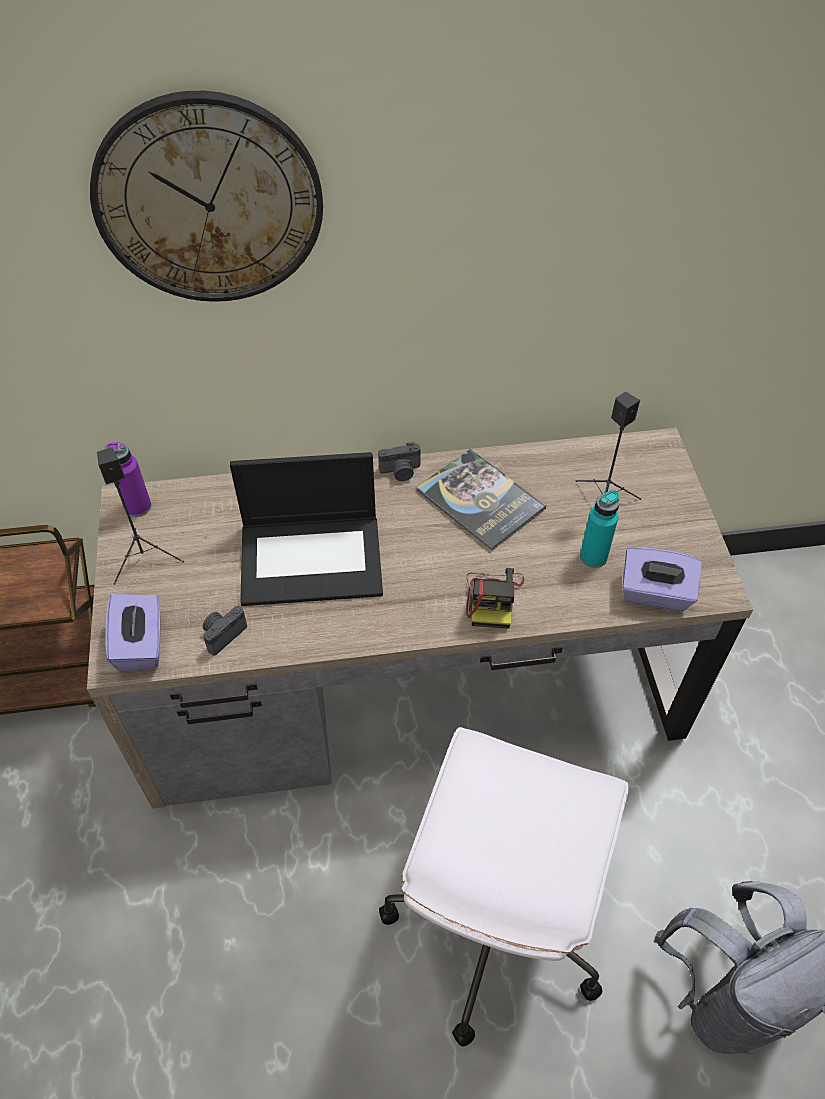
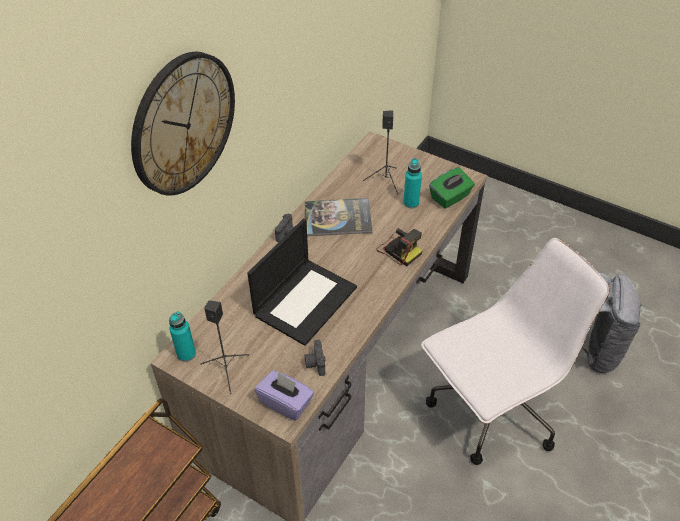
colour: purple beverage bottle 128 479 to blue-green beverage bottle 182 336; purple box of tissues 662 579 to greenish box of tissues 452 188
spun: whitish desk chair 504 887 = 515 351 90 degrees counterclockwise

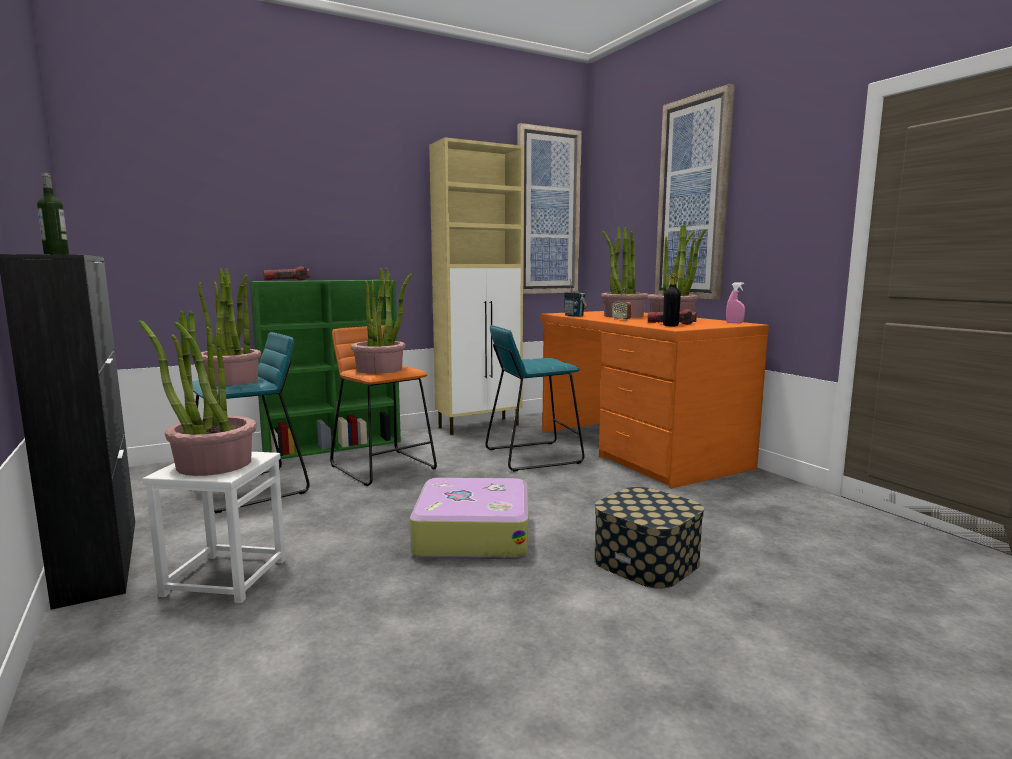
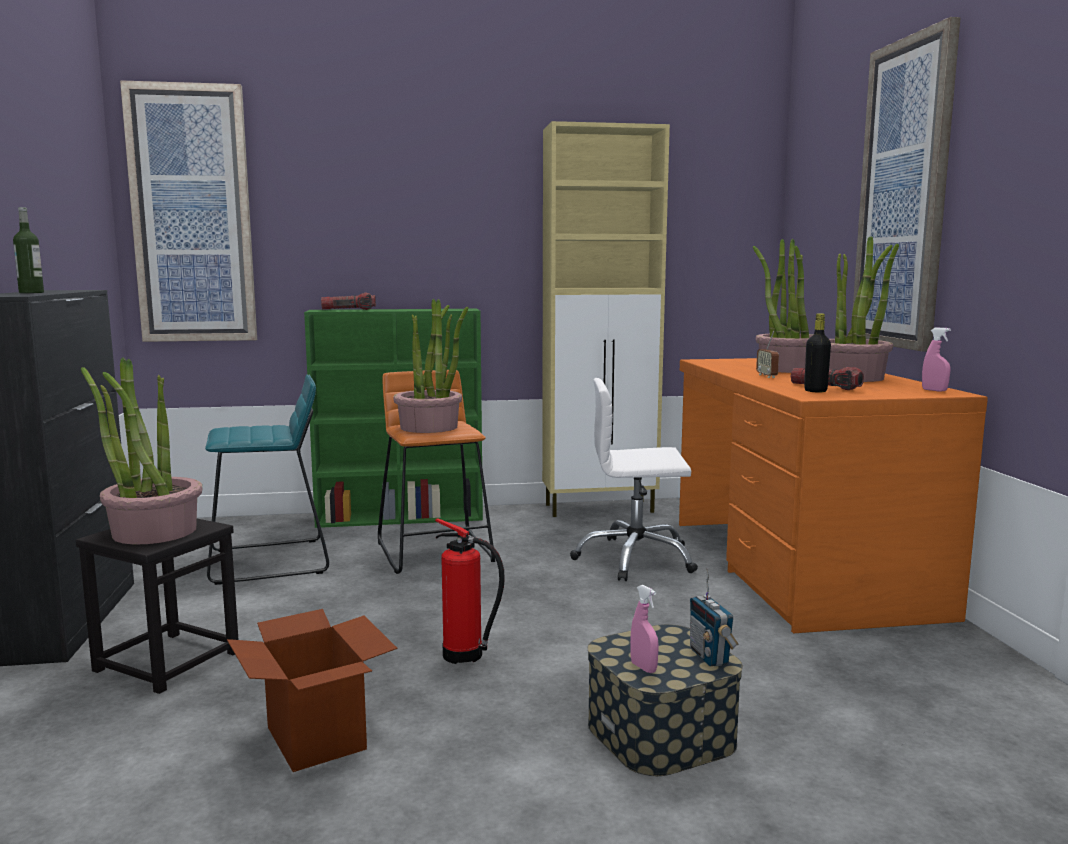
missing: potted plant 229 327
appeared: cardboard box 312 690; pink-coloured spray bottle 644 629
relocated: wall art 549 208 to 188 211; radio 575 298 to 714 617
exchanged: travel case 469 518 to extinguisher 470 591; blue-green stool 535 398 to whitish desk chair 634 479
colour: whitish stool 214 527 to black-coloured stool 157 606

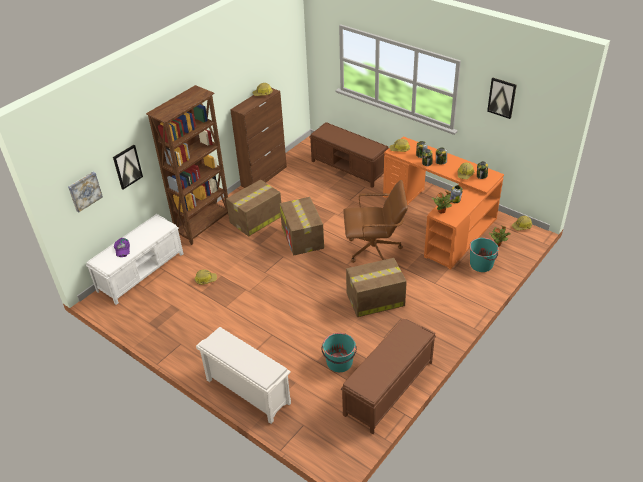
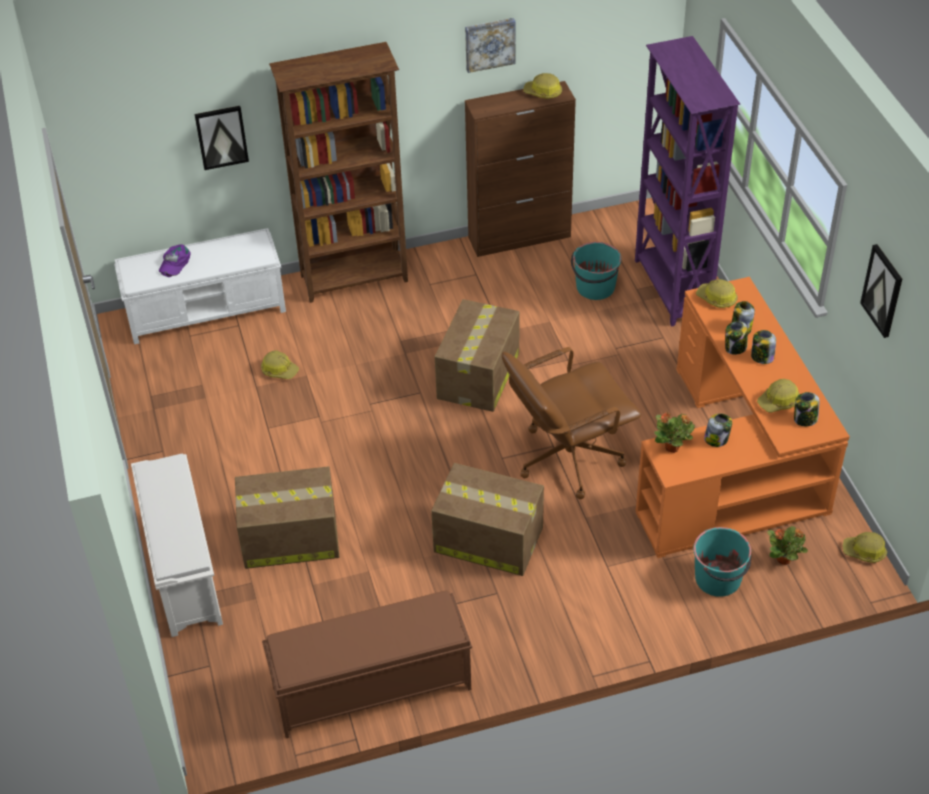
relocated: wall art 85 192 to 490 45; cardboard box 253 208 to 287 517; blue-green water bucket 339 352 to 596 271
exchanged: brownish bench 349 155 to purple shelving unit 687 181
spun: brownish desk chair 375 221 = 571 423 120 degrees clockwise

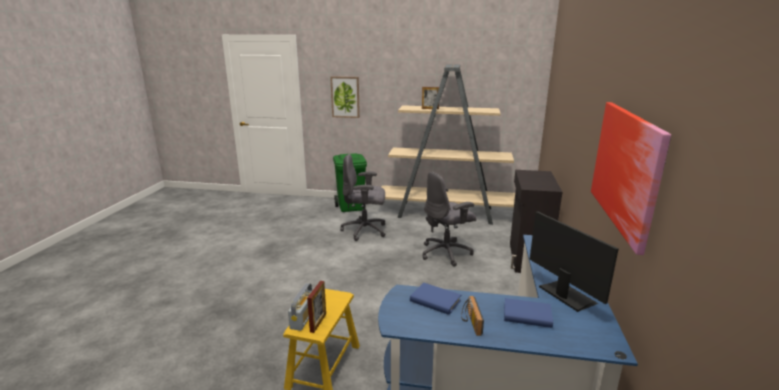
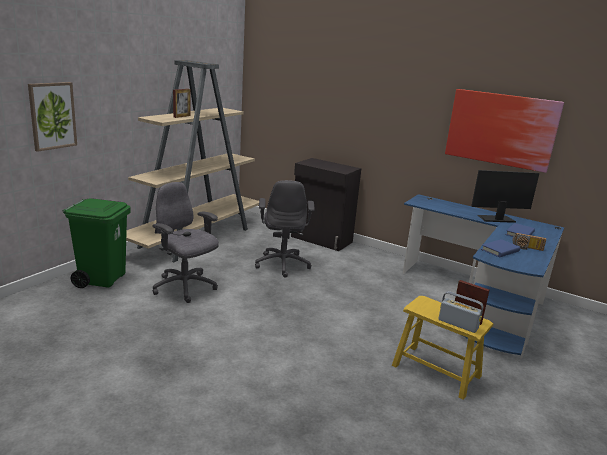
spun: gray desk chair 363 197 = 185 242 105 degrees clockwise

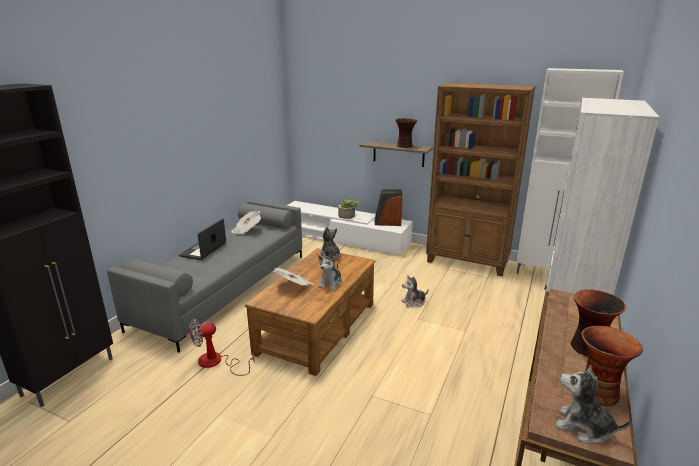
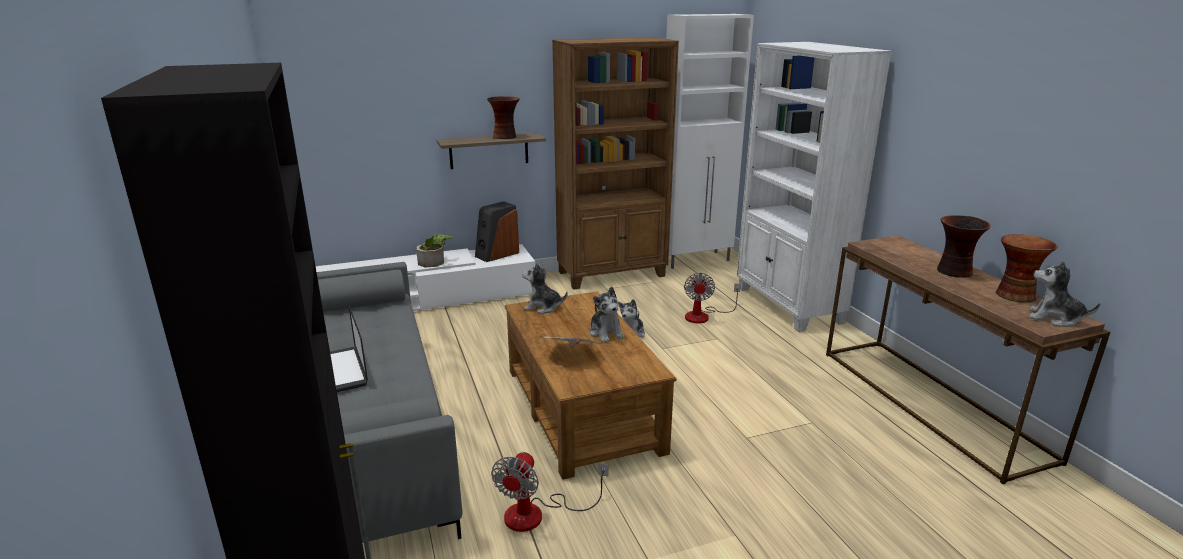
missing: daily paper 246 222
appeared: cooling fan 712 298
spun: cuddly toy 593 404 = 1064 294 45 degrees clockwise

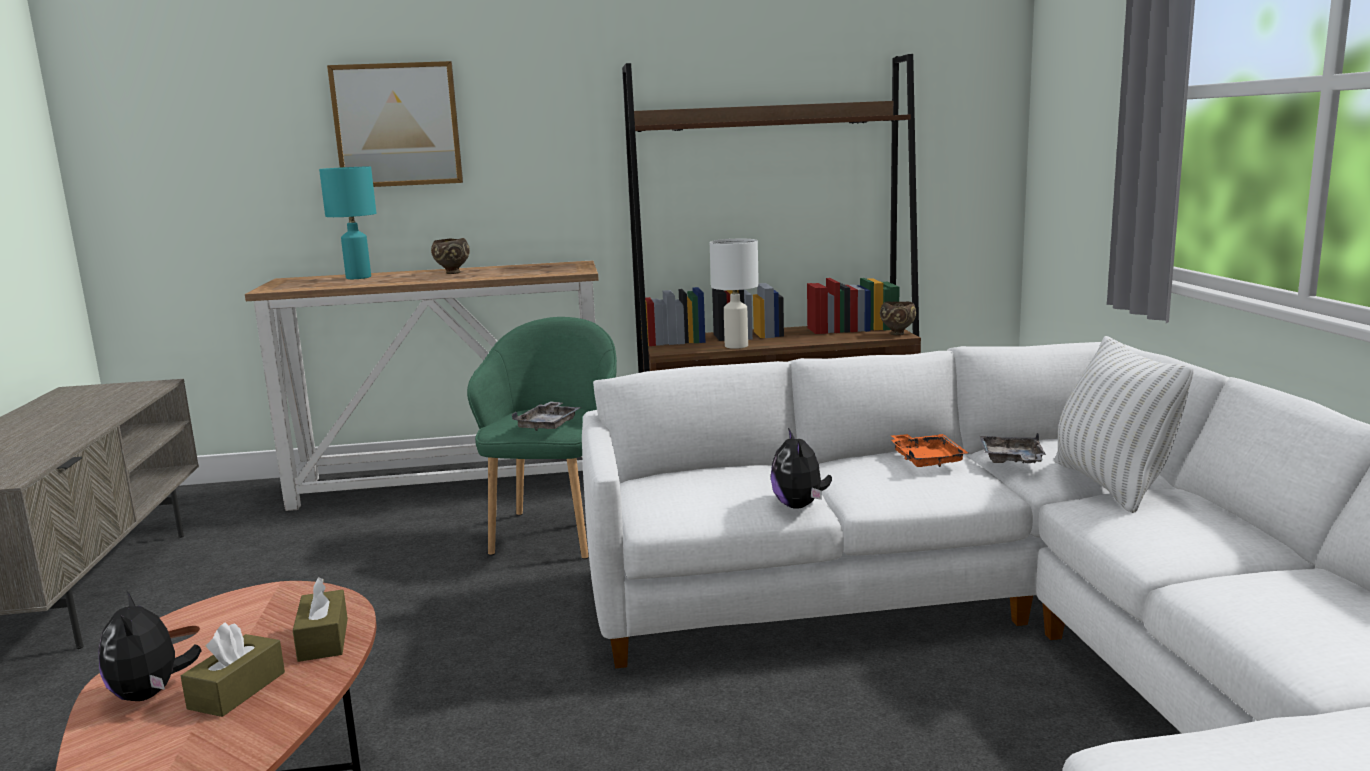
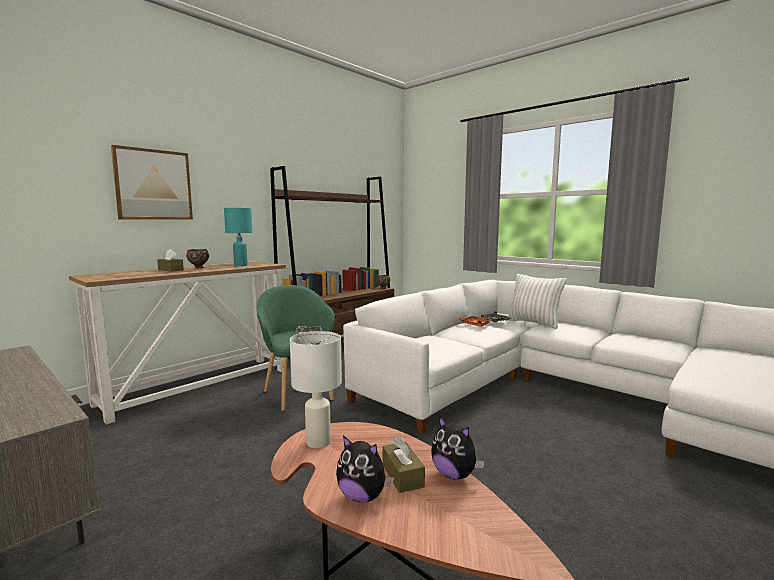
relocated: brownish box of tissues 320 619 to 170 260; blue-green table lamp 347 222 to 238 237; whitish table lamp 734 294 to 316 389; cuddly toy 801 468 to 458 448

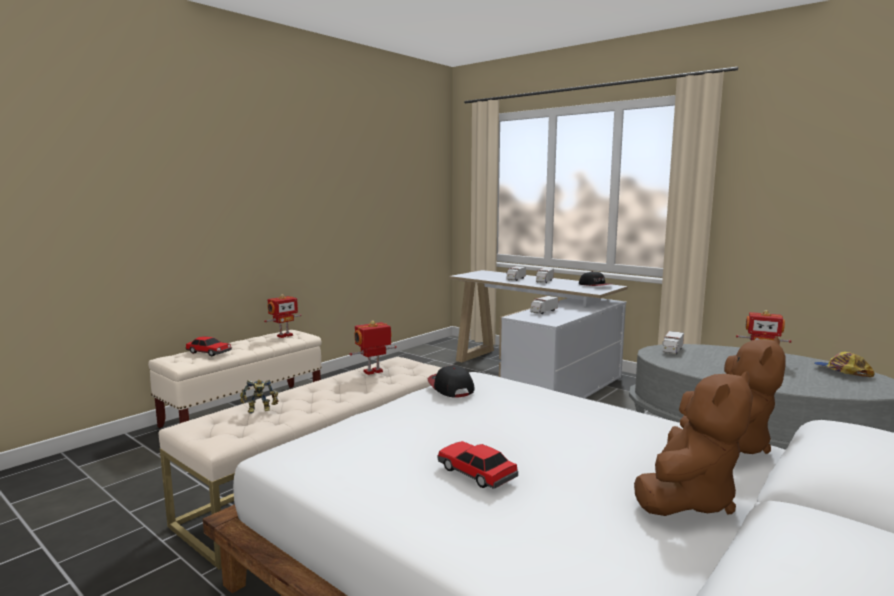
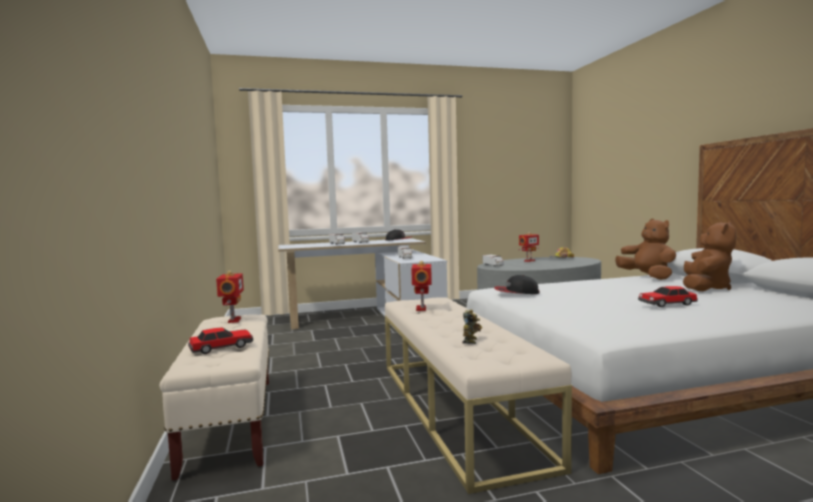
spun: brownish cuddly toy 693 443 = 709 256 45 degrees clockwise

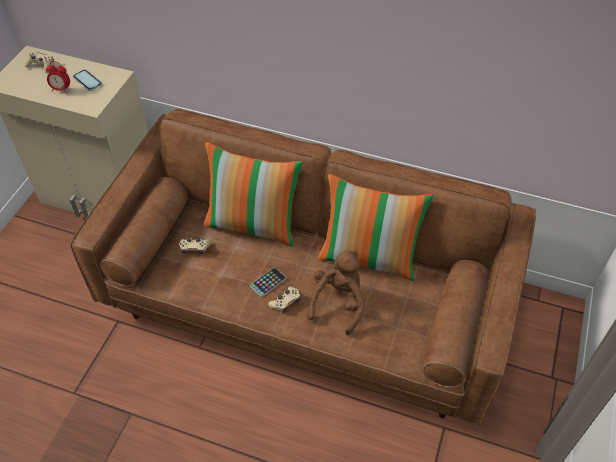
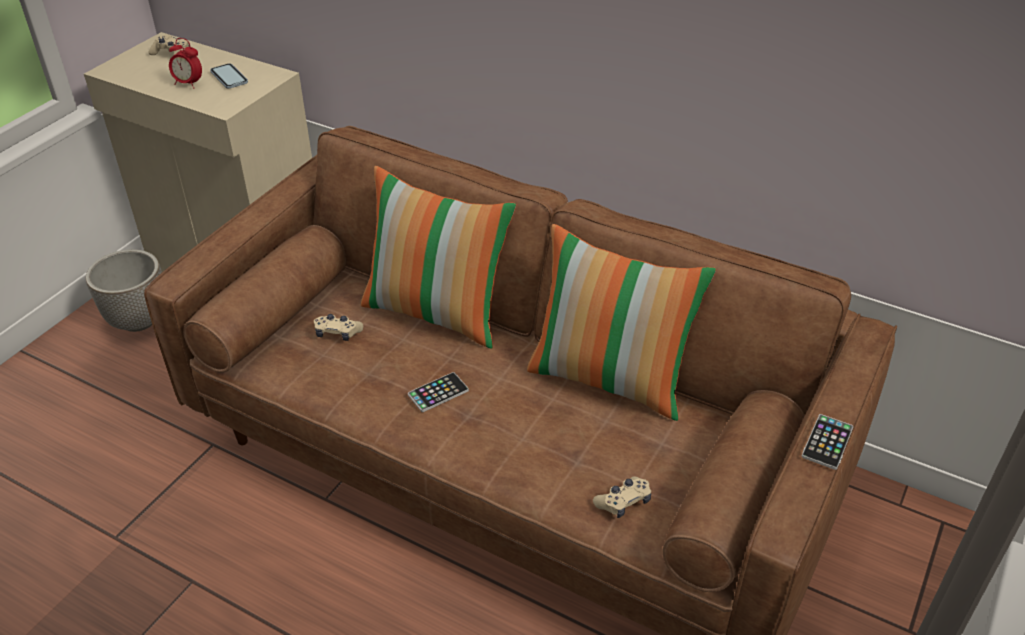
missing: brownish cuddly toy 336 293
appeared: planter 124 290; telephone 827 442
relocated: sand-coloured gamepad 284 300 to 622 497

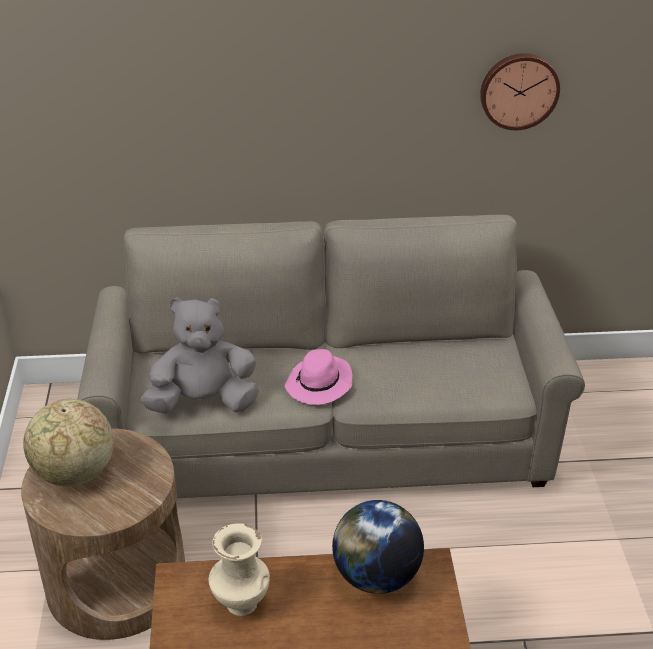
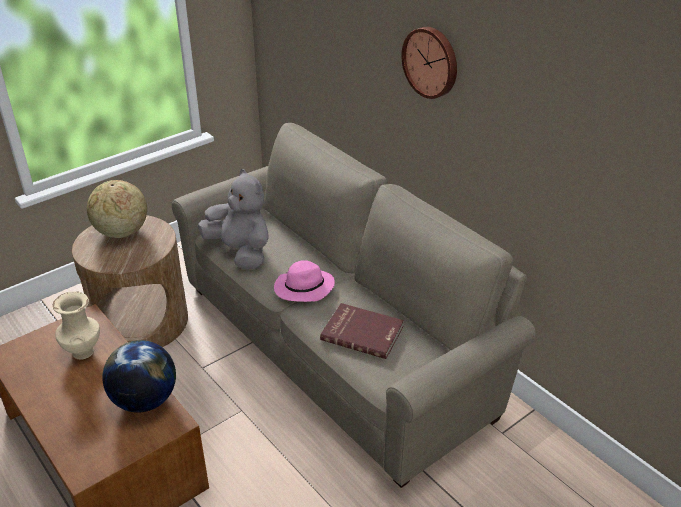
appeared: red-coloured volume 362 331
relocated: hanging clock 520 91 to 429 63

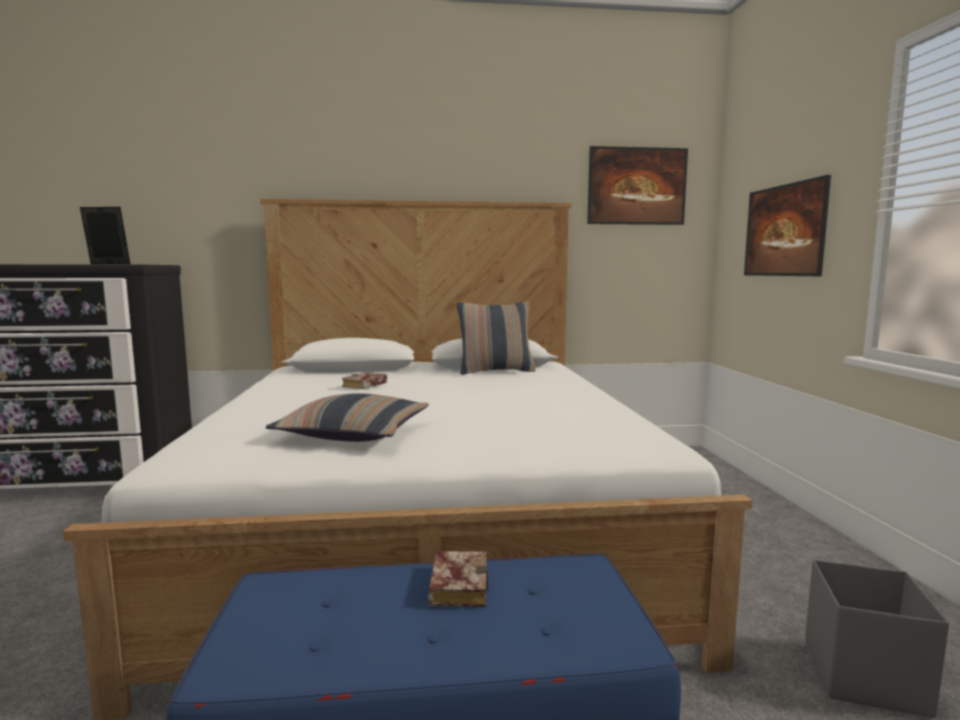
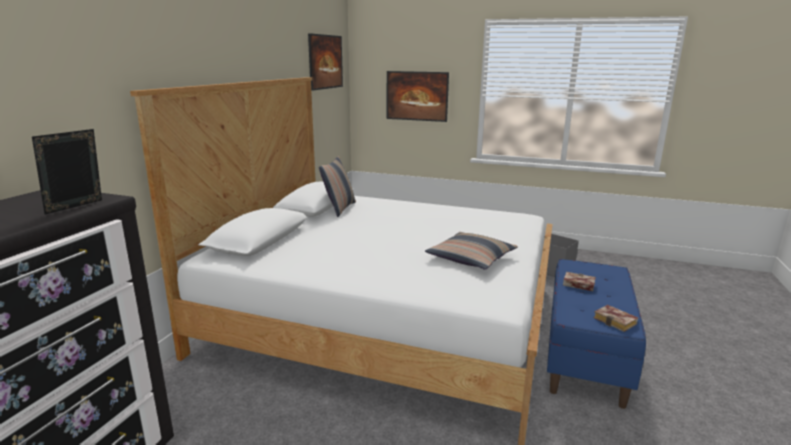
relocated: volume 364 380 to 616 318

